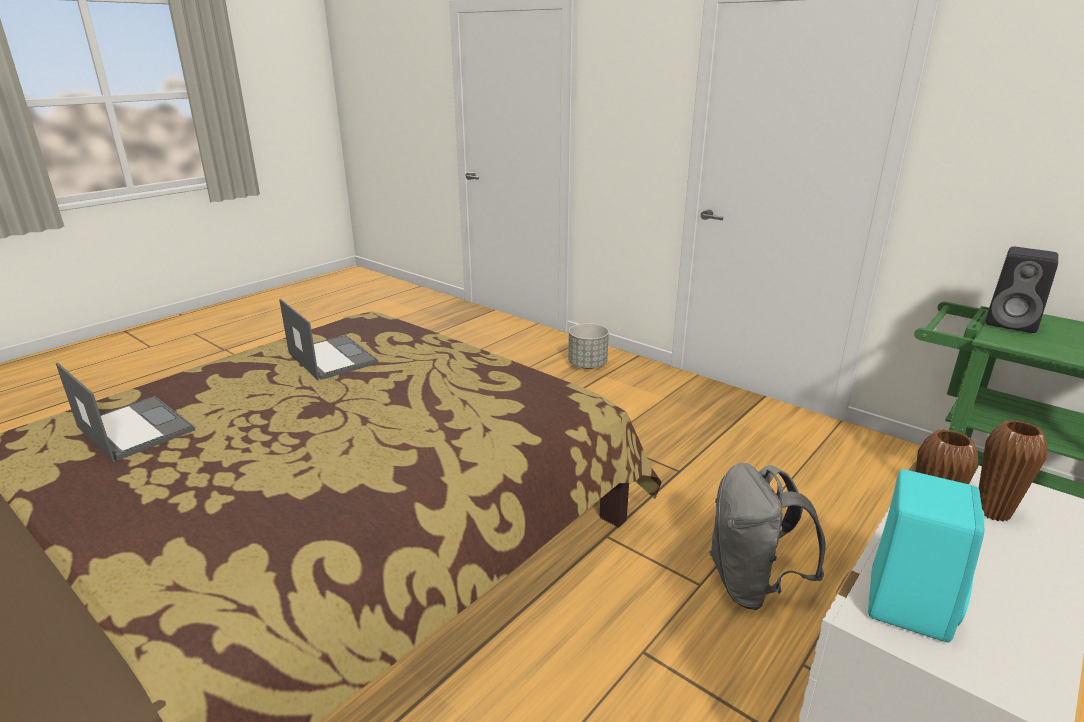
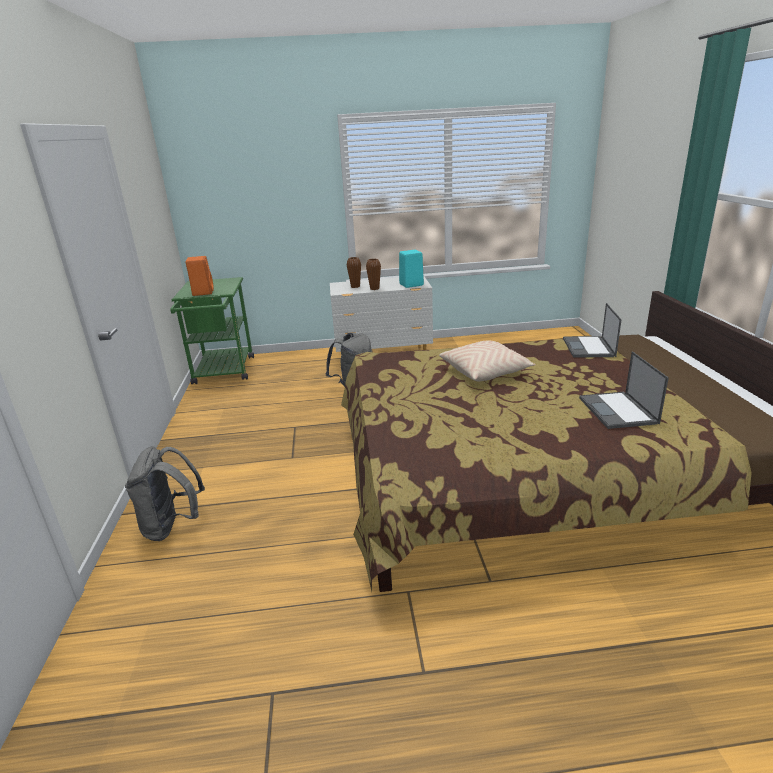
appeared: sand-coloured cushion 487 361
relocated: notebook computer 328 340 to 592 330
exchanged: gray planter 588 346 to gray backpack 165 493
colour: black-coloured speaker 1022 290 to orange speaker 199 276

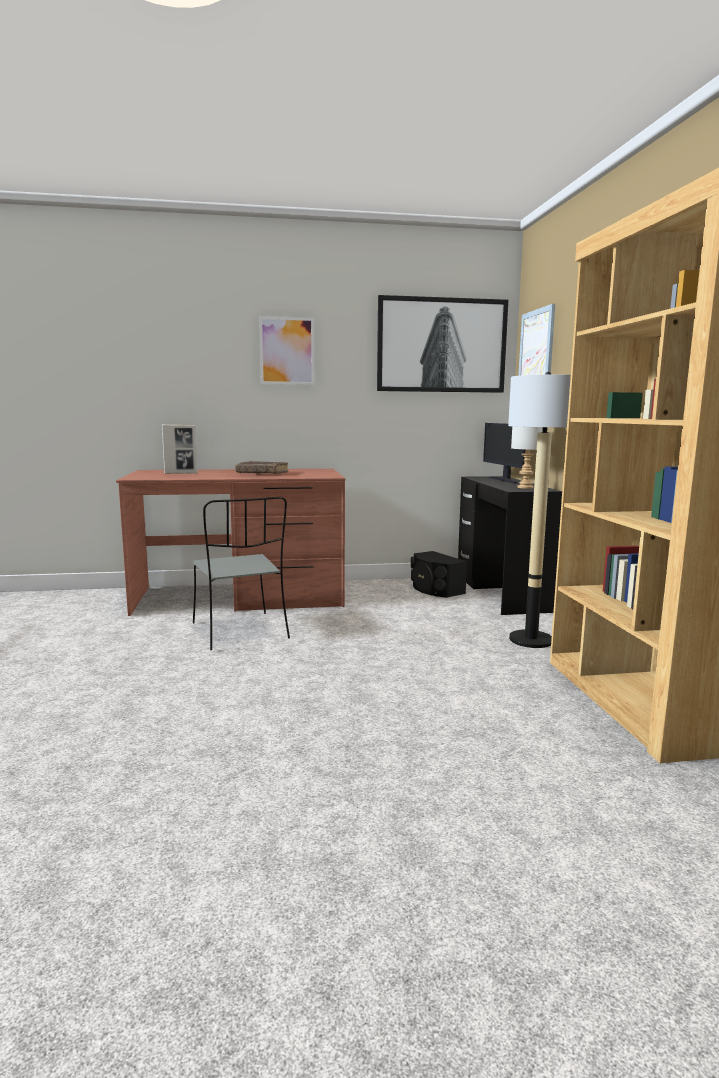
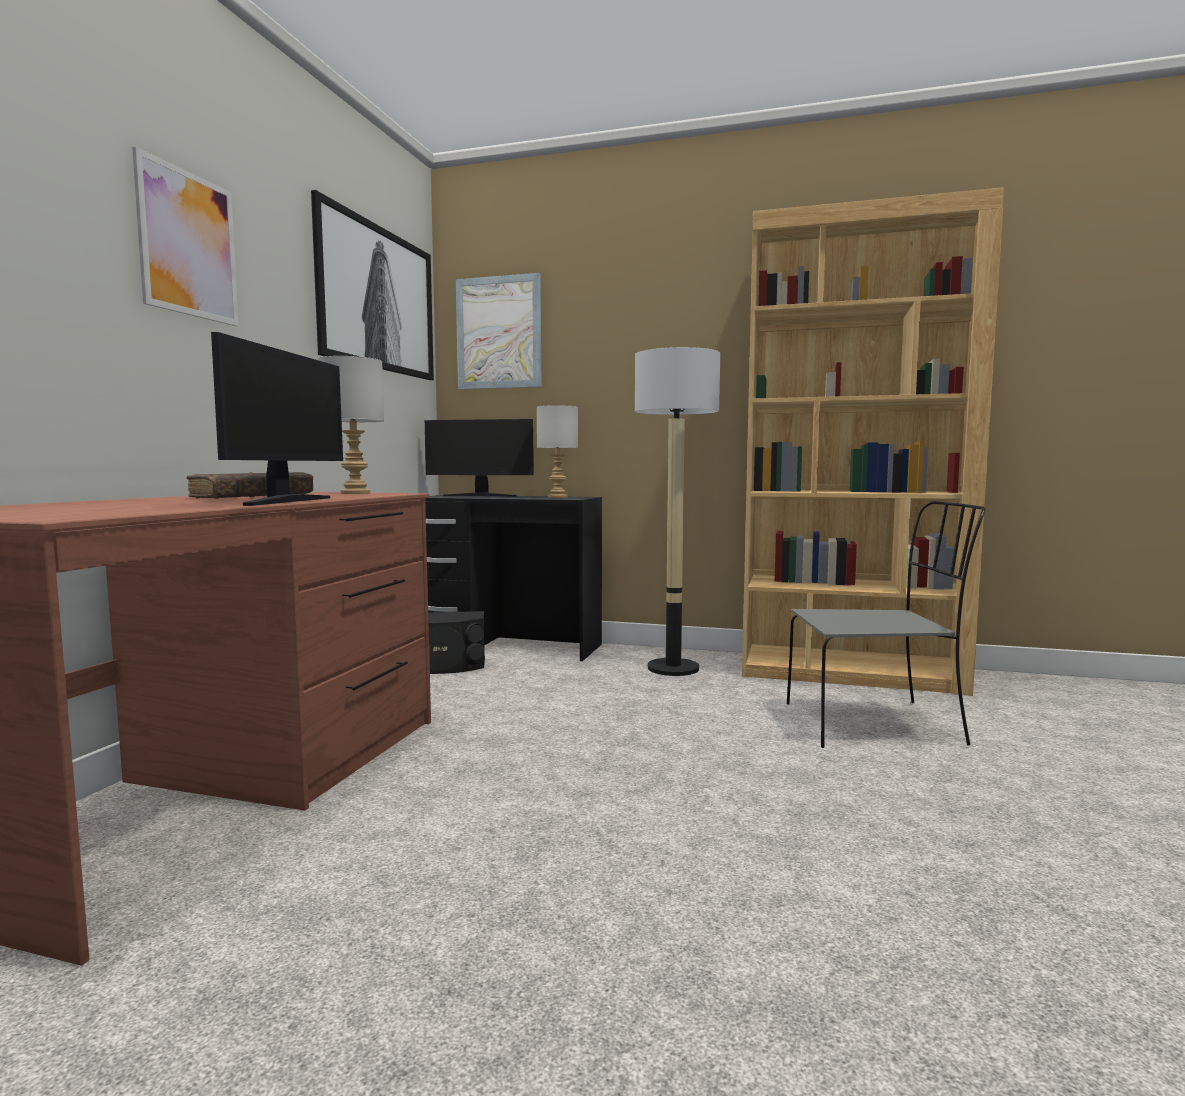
missing: photo frame 180 449
appeared: computer screen 277 419; gray table lamp 351 425
relocated: gray upright chair 241 573 to 886 624

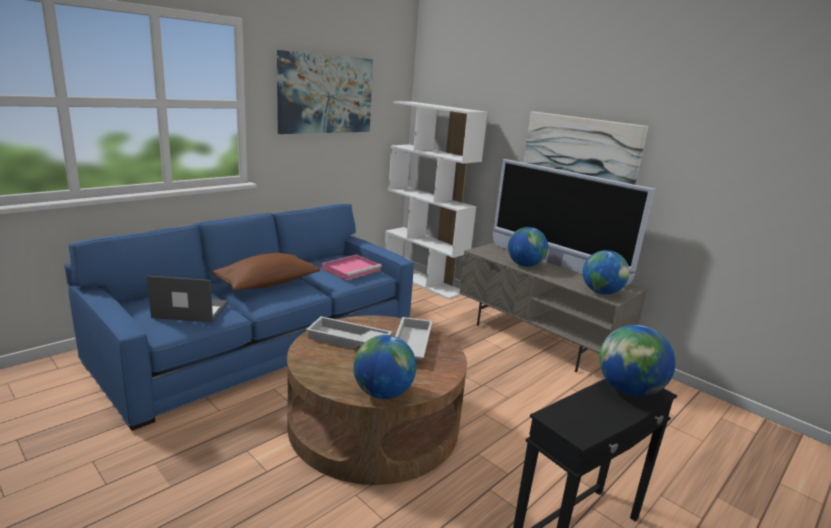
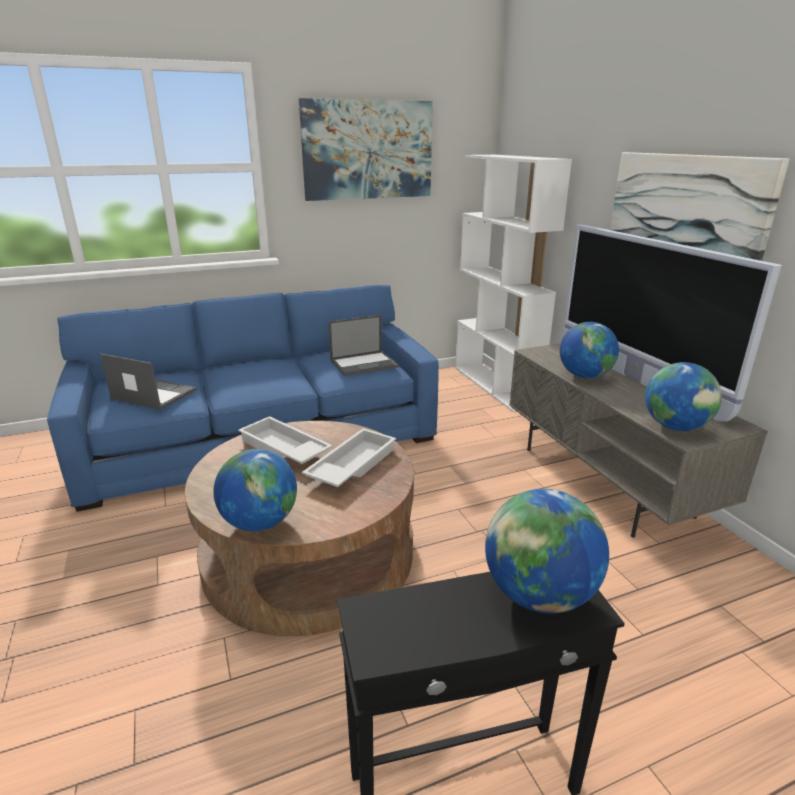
missing: brownish cushion 265 272
exchanged: pink-coloured carrying tray 352 267 to notebook computer 363 345

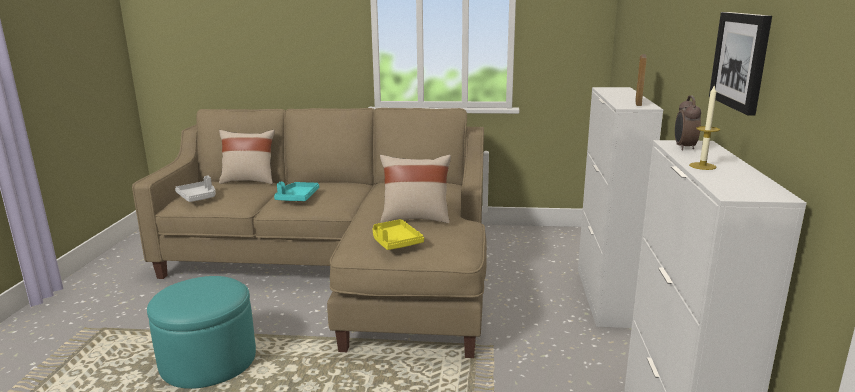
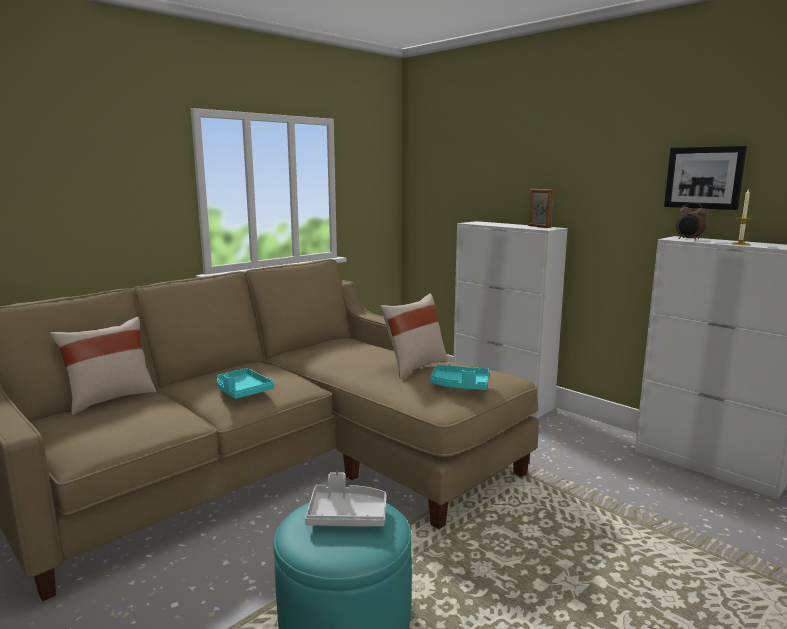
relocated: gray carrying tray 195 189 to 346 499
colour: yellowish carrying tray 398 234 to blue-green carrying tray 459 377

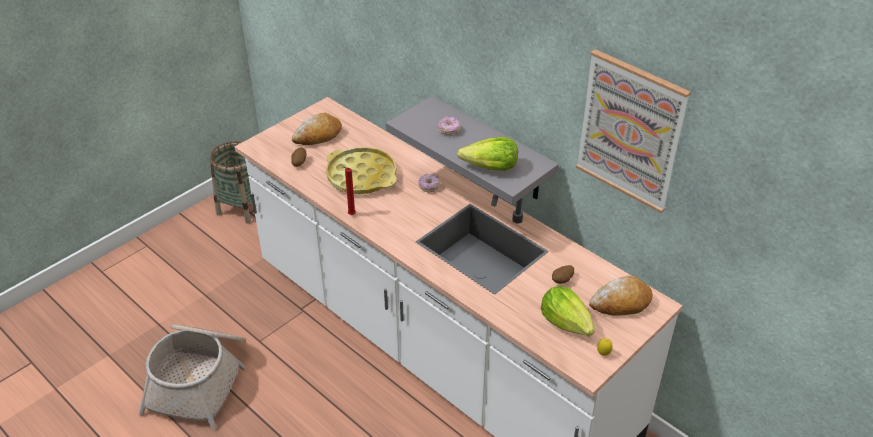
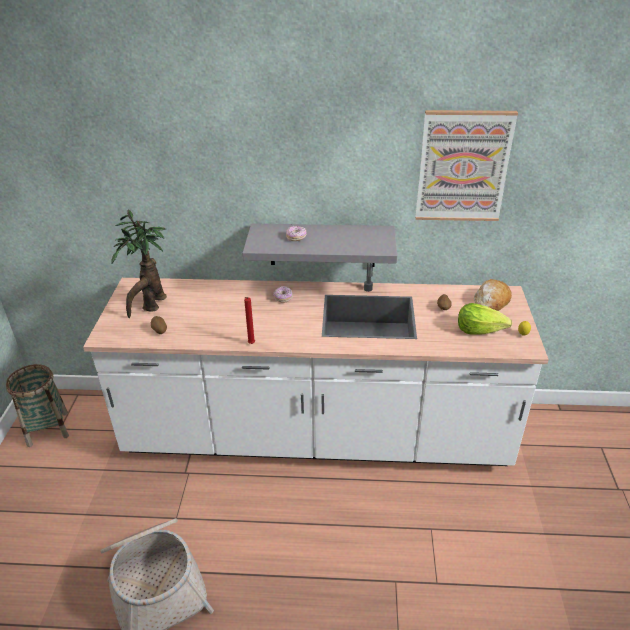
missing: yellowish carrying tray 361 170; lettuce 487 154
exchanged: baked bread 317 129 to potted plant 139 263

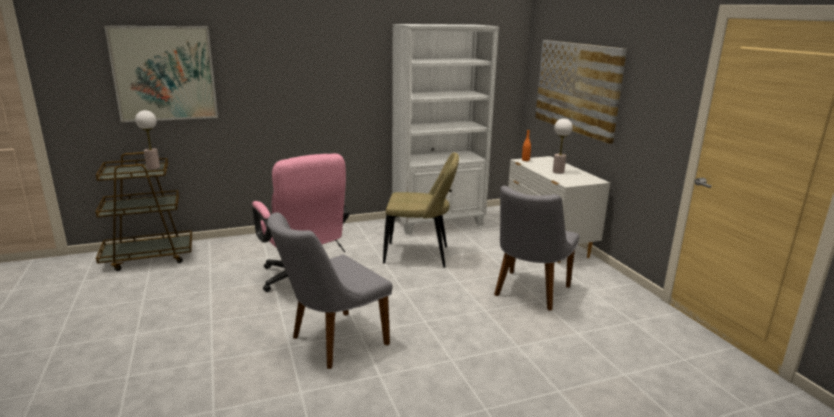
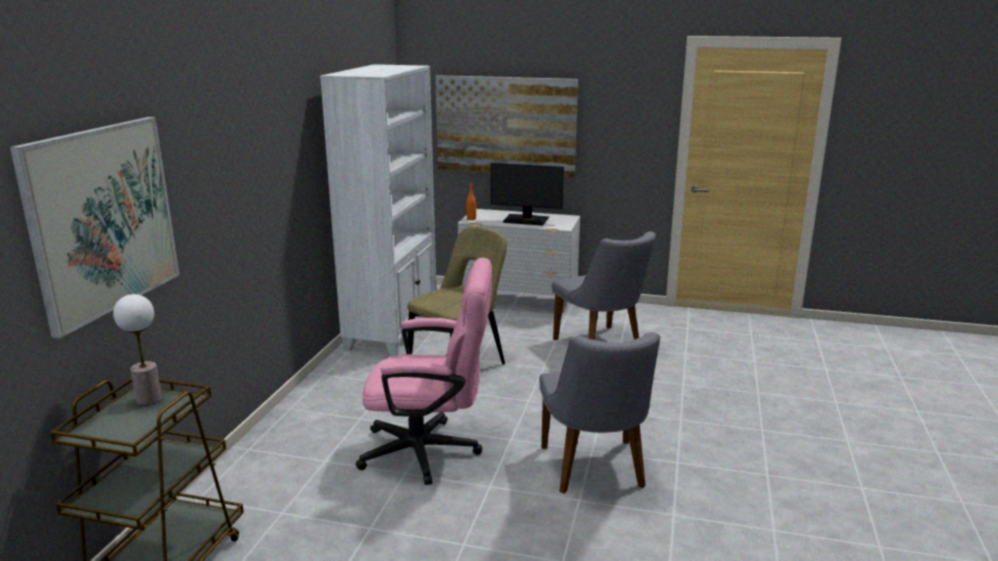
exchanged: table lamp 563 146 to computer screen 527 194

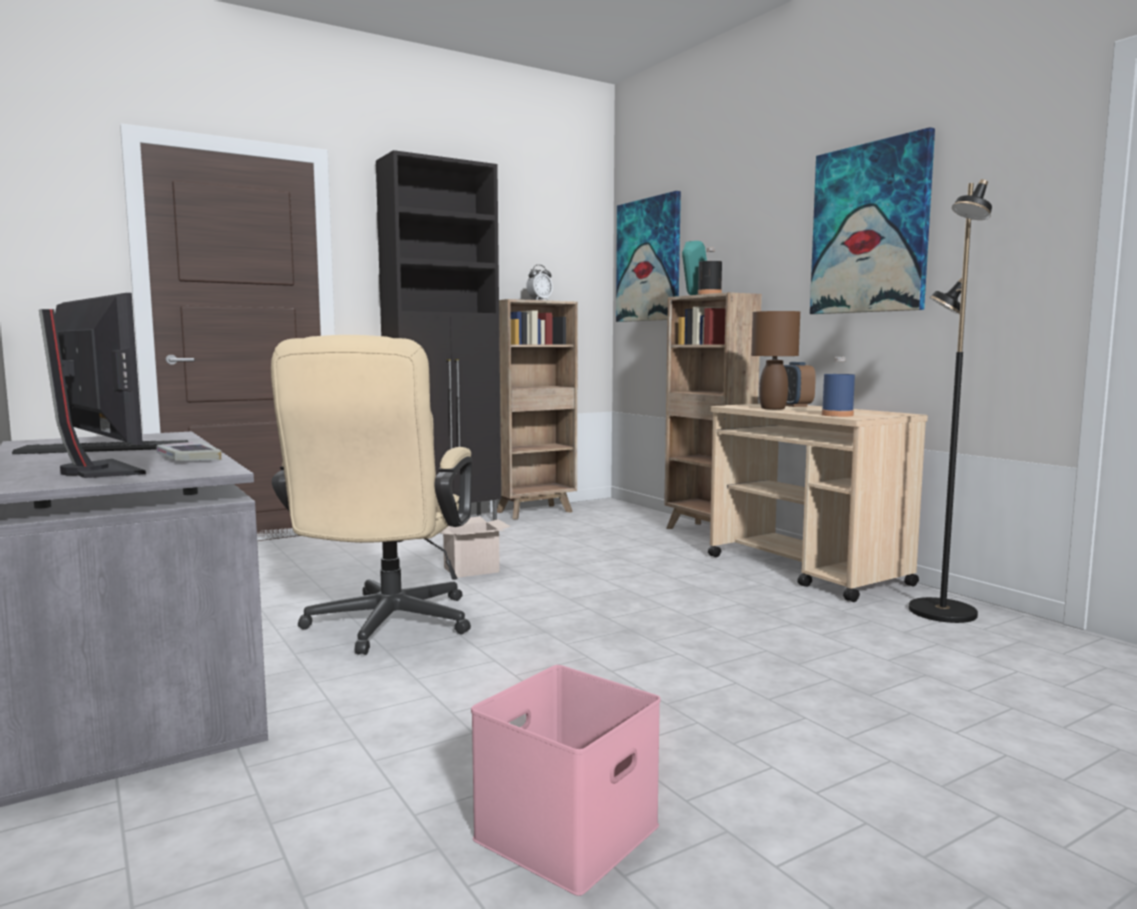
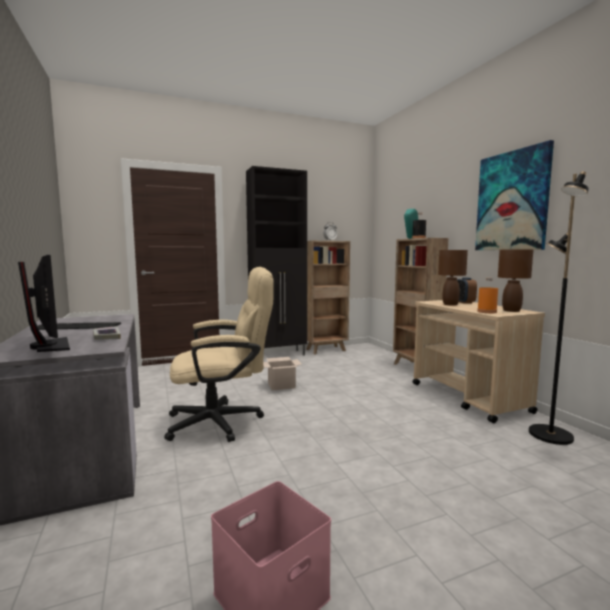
missing: wall art 648 256
appeared: brownish table lamp 515 280
colour: blue beverage bottle 838 387 to orange beverage bottle 487 295
spun: sand-coloured desk chair 371 495 = 219 354 120 degrees counterclockwise

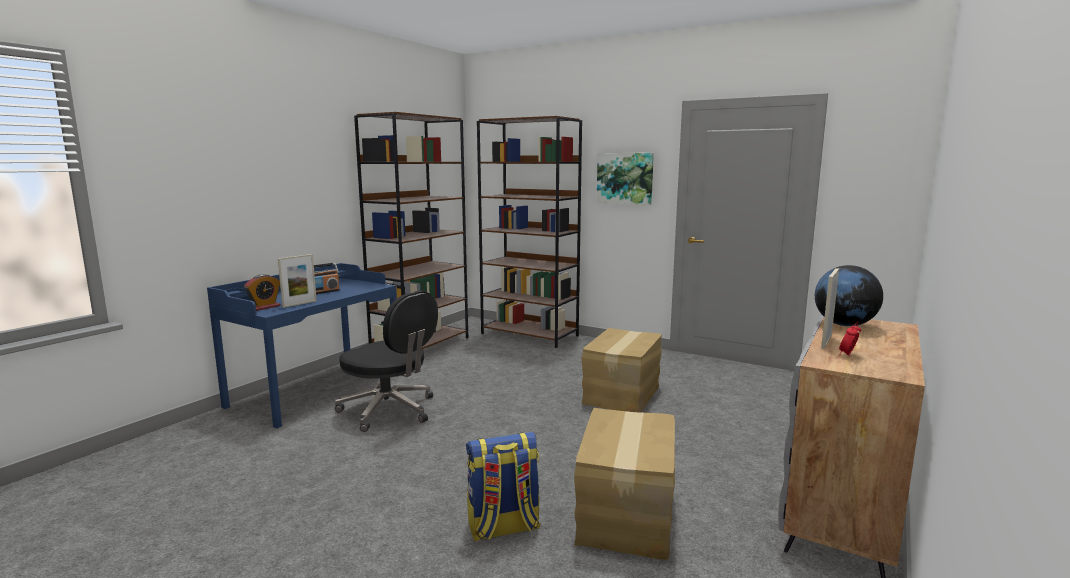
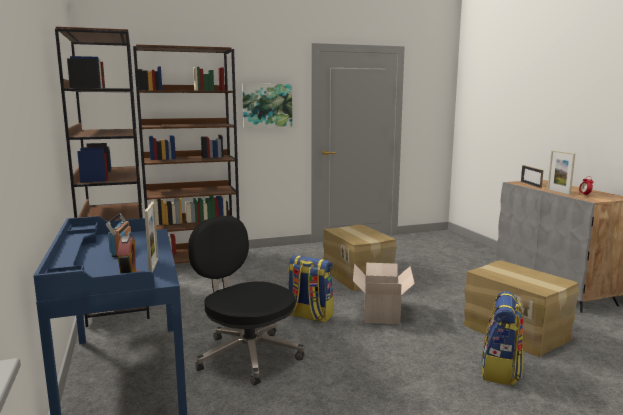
appeared: backpack 310 289; cardboard box 384 293
exchanged: desk globe 849 295 to photo frame 532 176
spun: black-coloured desk chair 386 361 = 246 301 120 degrees counterclockwise

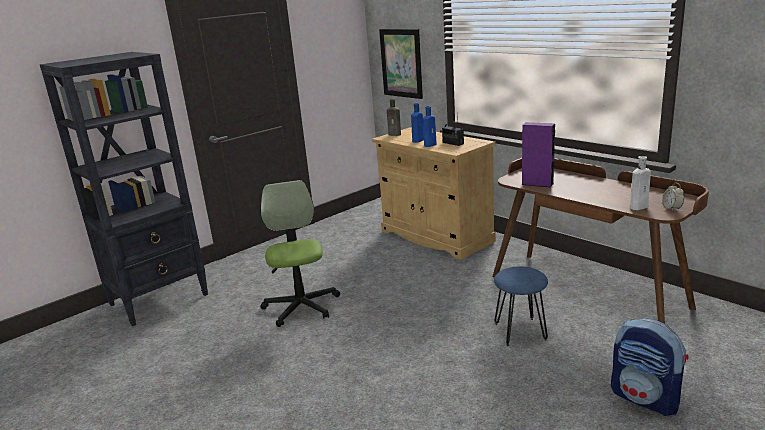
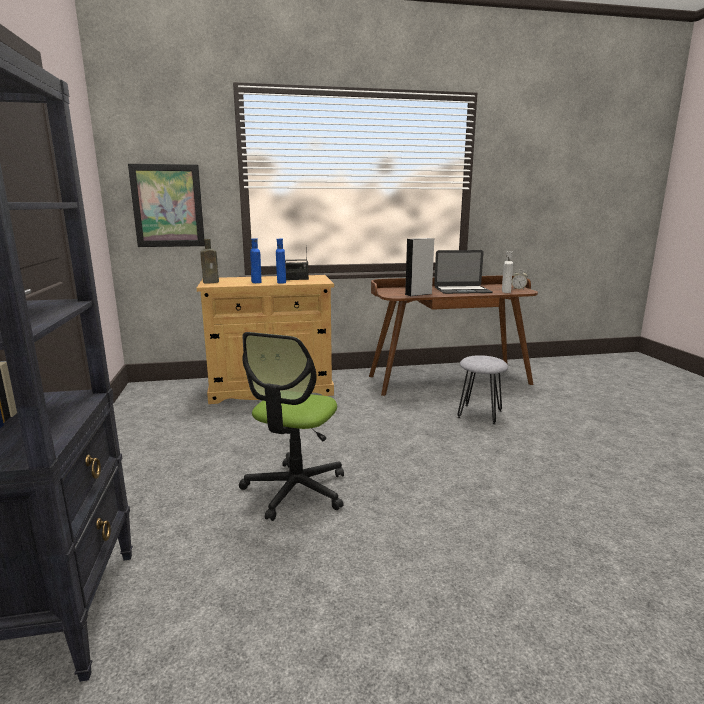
missing: backpack 650 367
appeared: notebook computer 463 272
colour: blue stool 521 306 to gray stool 482 390; purple speaker 538 155 to gray speaker 419 267
spun: desk chair 300 253 = 291 426 90 degrees counterclockwise

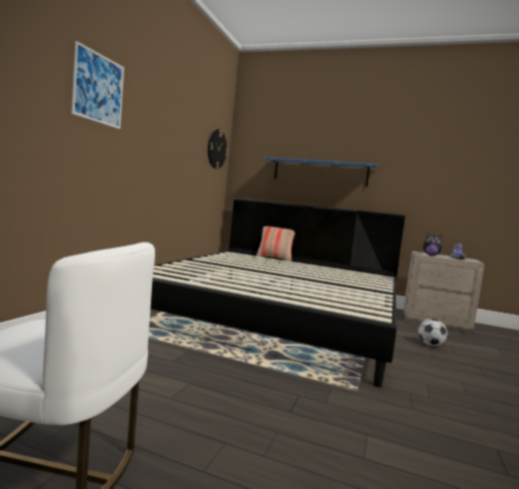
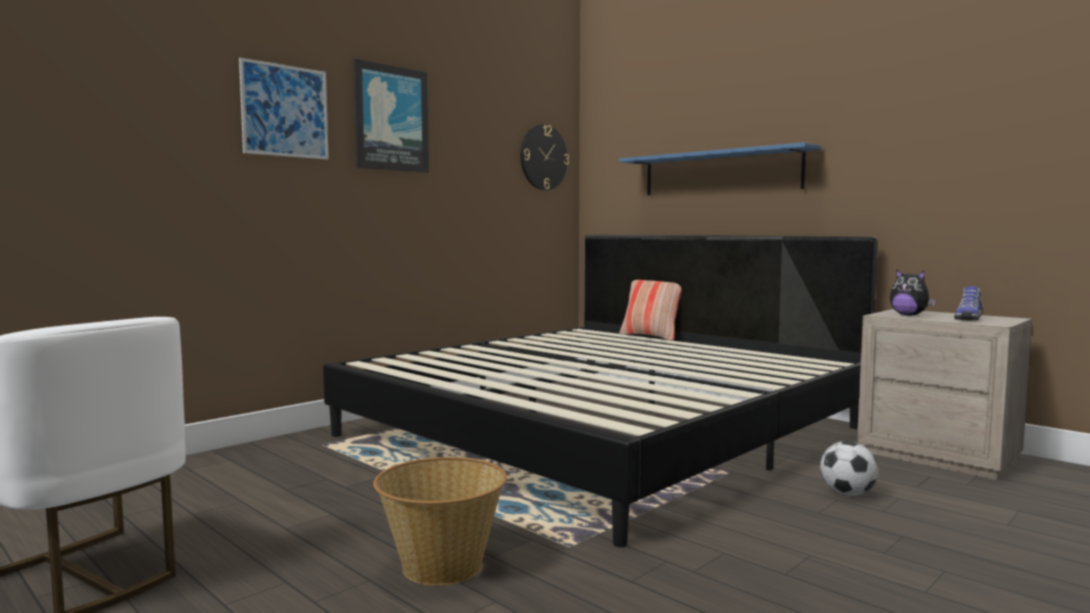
appeared: wall art 391 116; household basket 440 521

